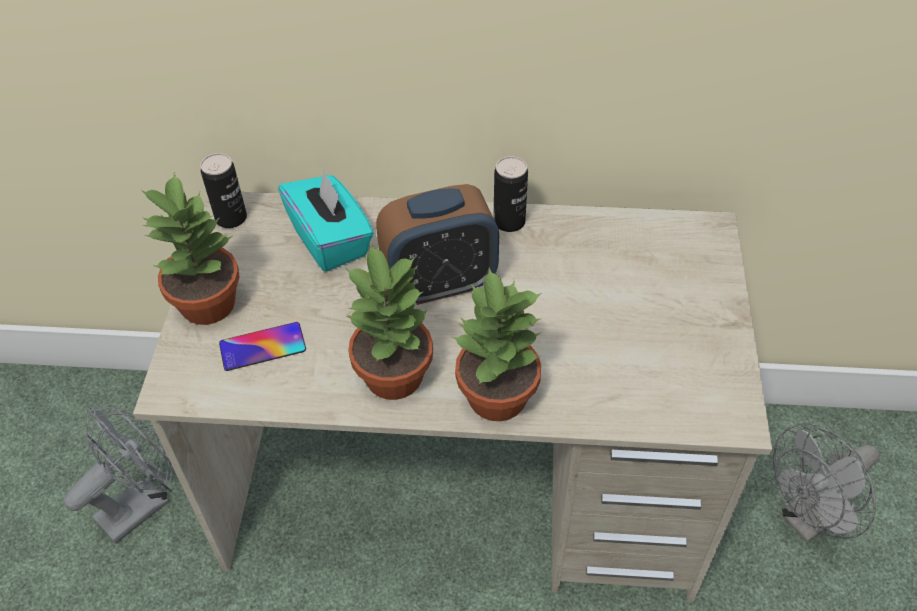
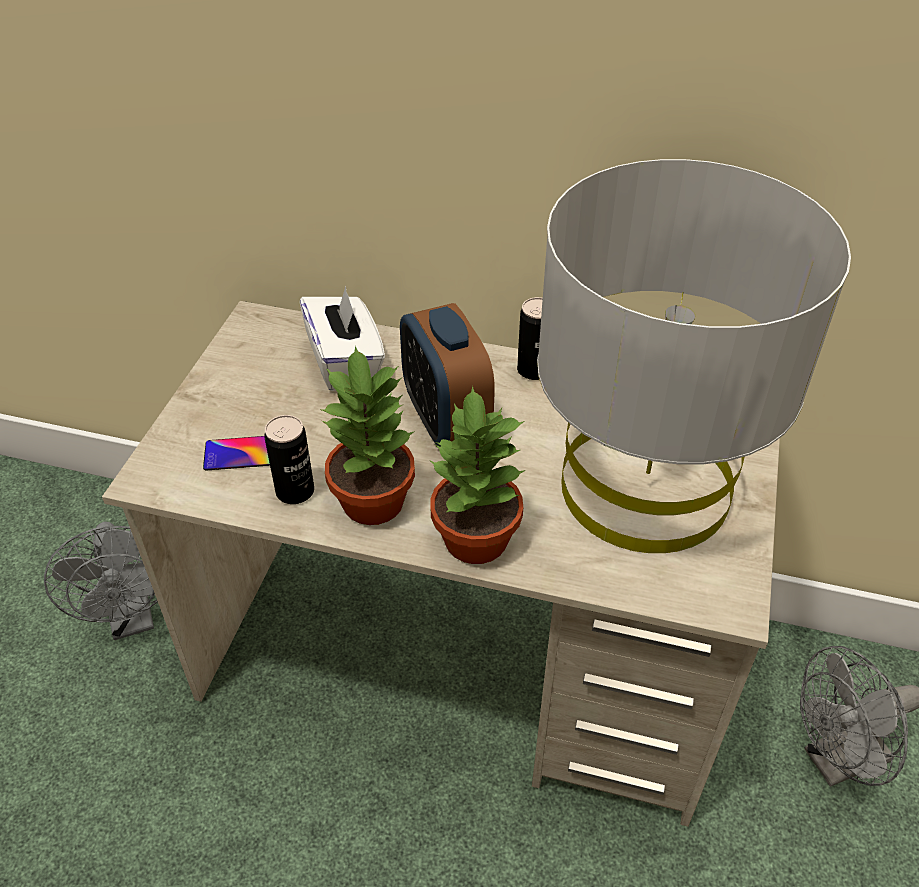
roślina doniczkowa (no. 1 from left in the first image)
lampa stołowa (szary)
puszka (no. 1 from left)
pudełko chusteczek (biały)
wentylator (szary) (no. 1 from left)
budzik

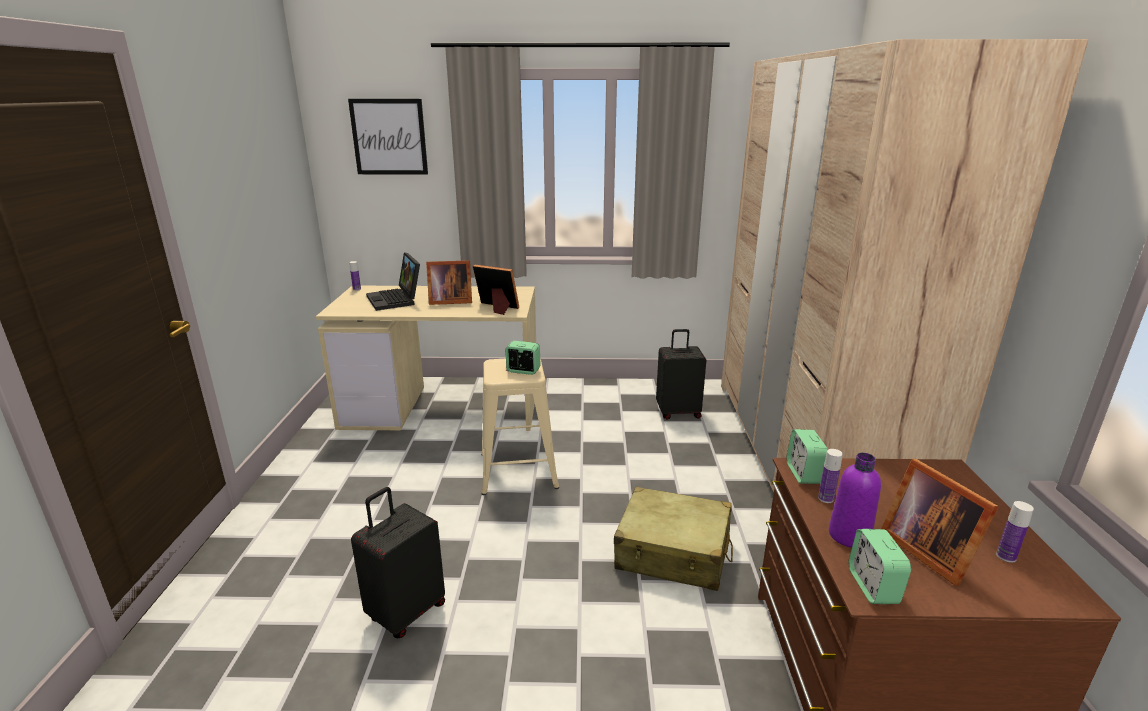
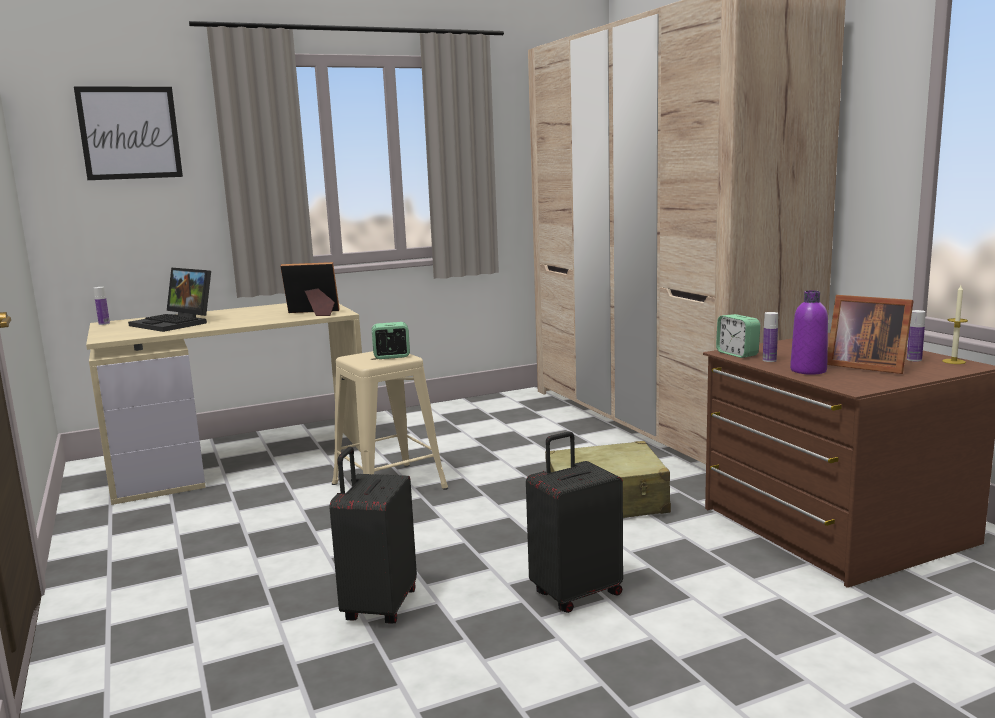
ramka na zdjęcie (no. 1 from left in the first image)
budzik (no. 3 from left in the first image)
świeca
walizka (czarny) (no. 2 from left)

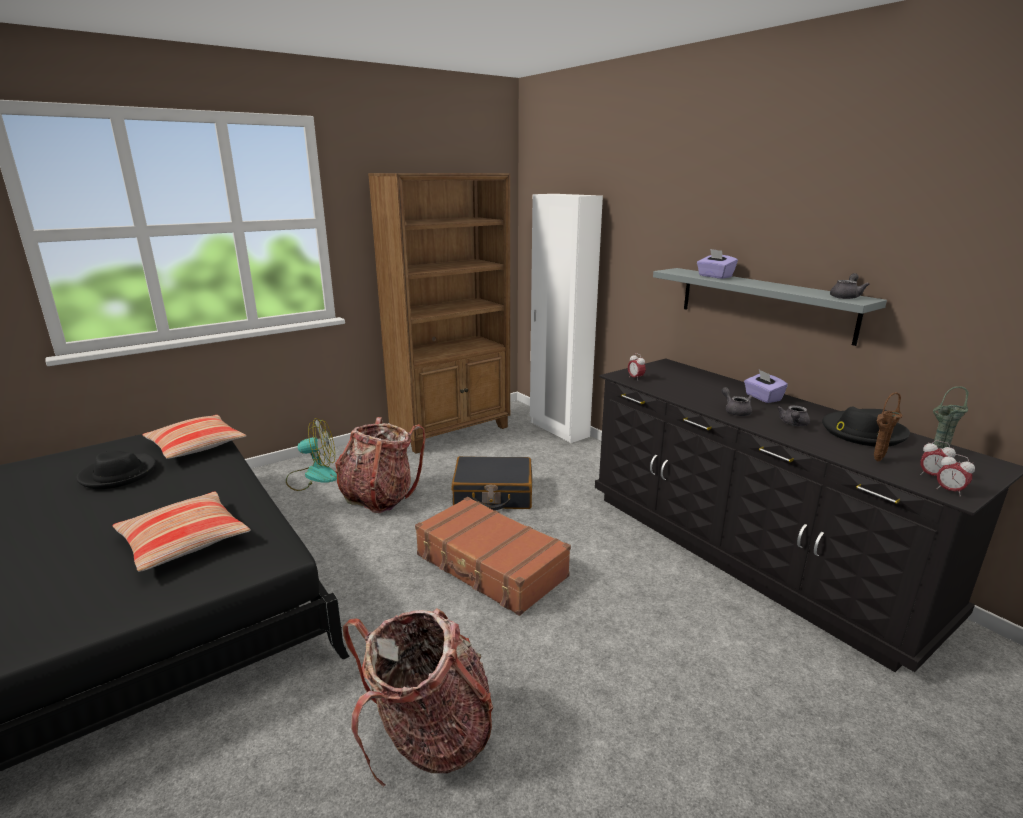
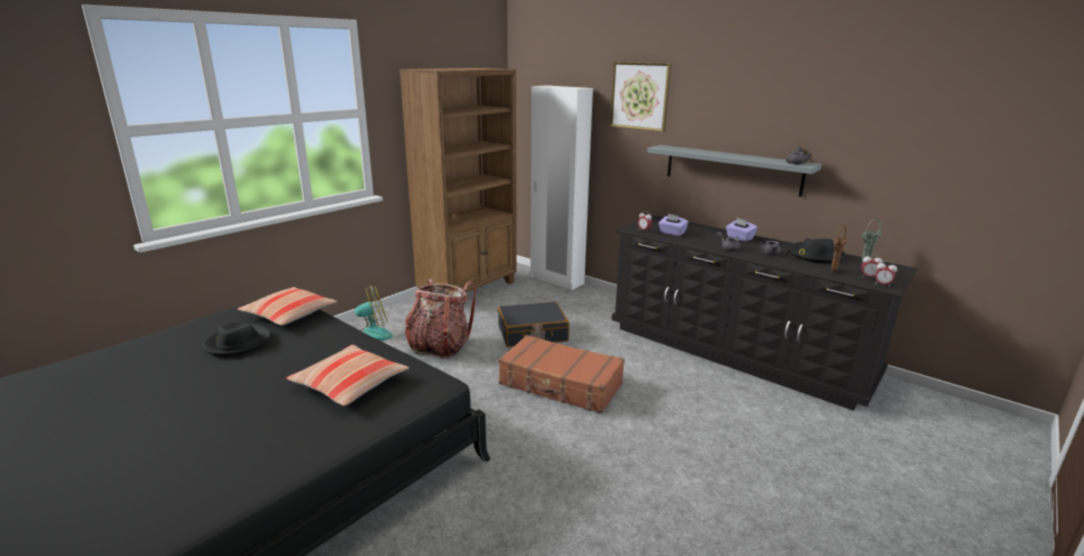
plecak (no. 2 from left in the first image)
obraz
pudełko chusteczek (fioletowy) (no. 1 from left)

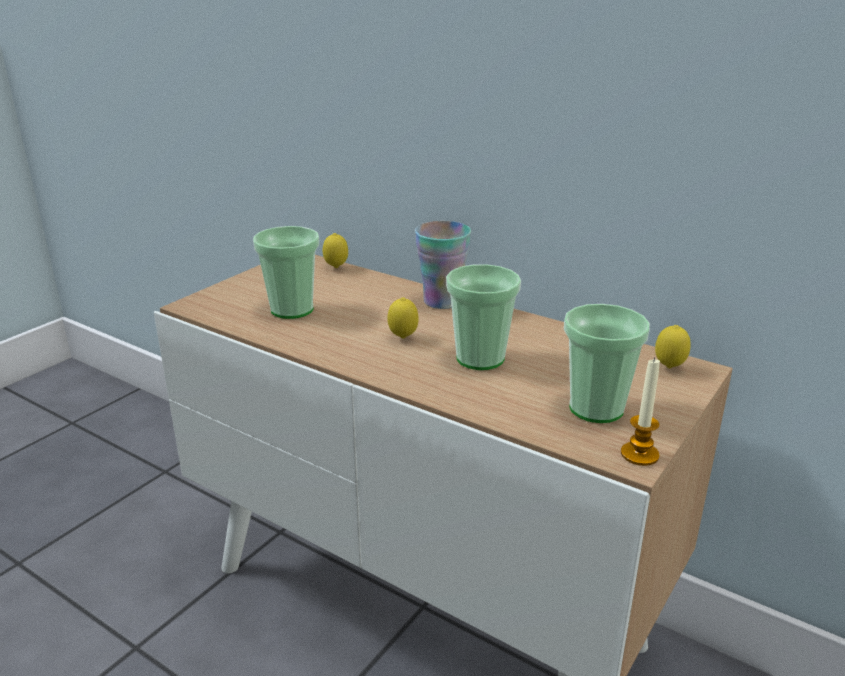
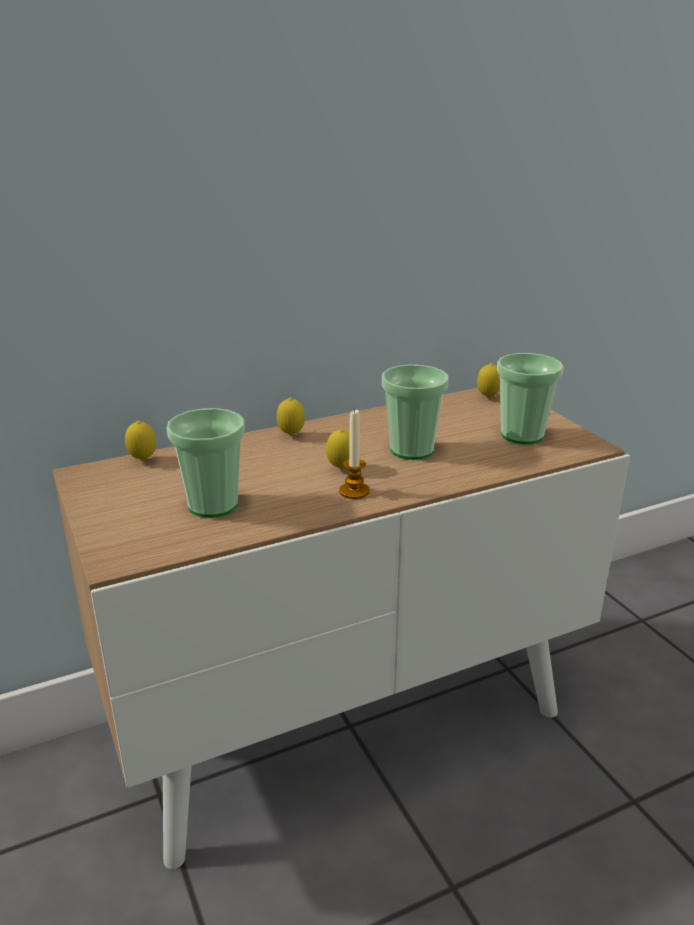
świeca
cytryna (no. 2 from left)

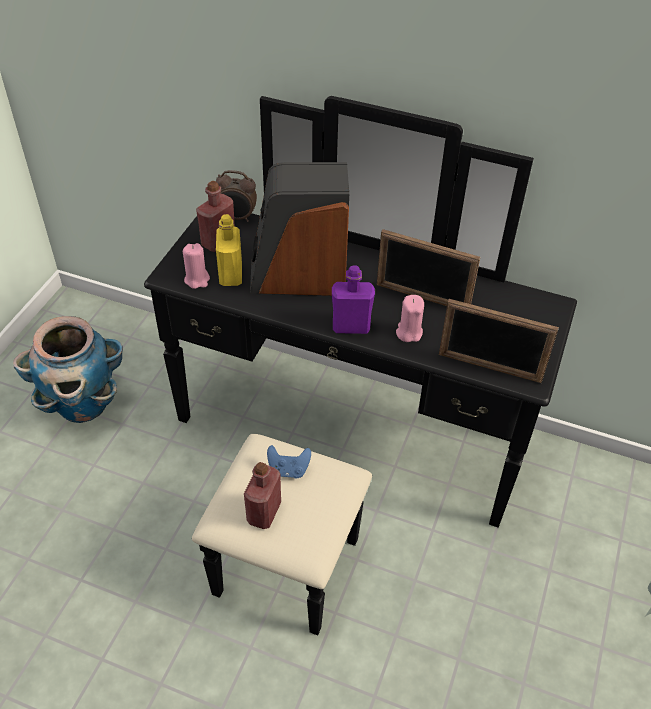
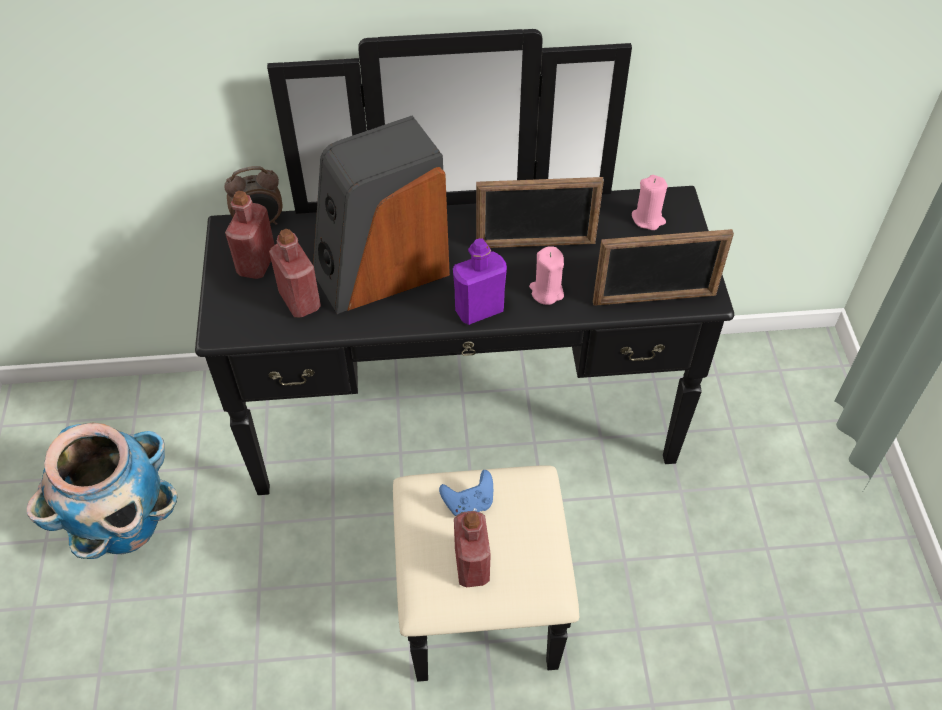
świeca (różowy) (no. 2 from left)
butelka (czerwony) (no. 2 from left)

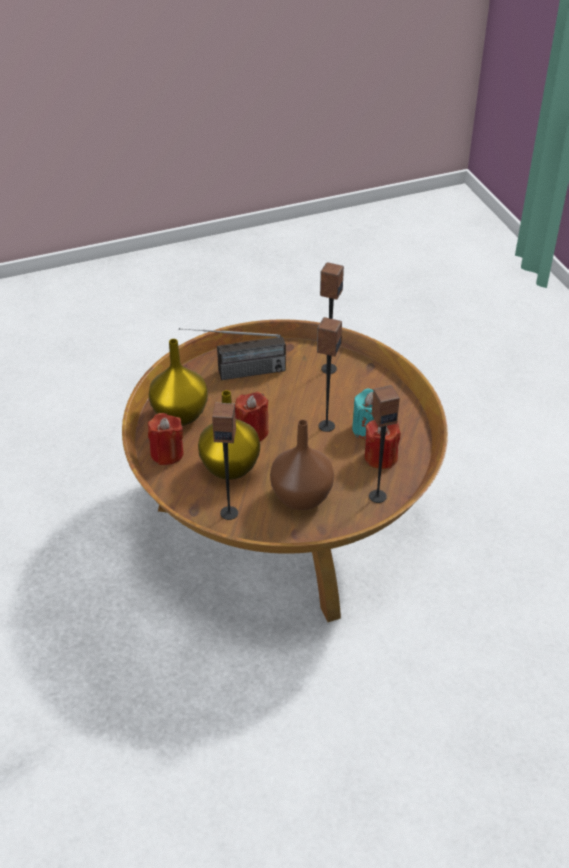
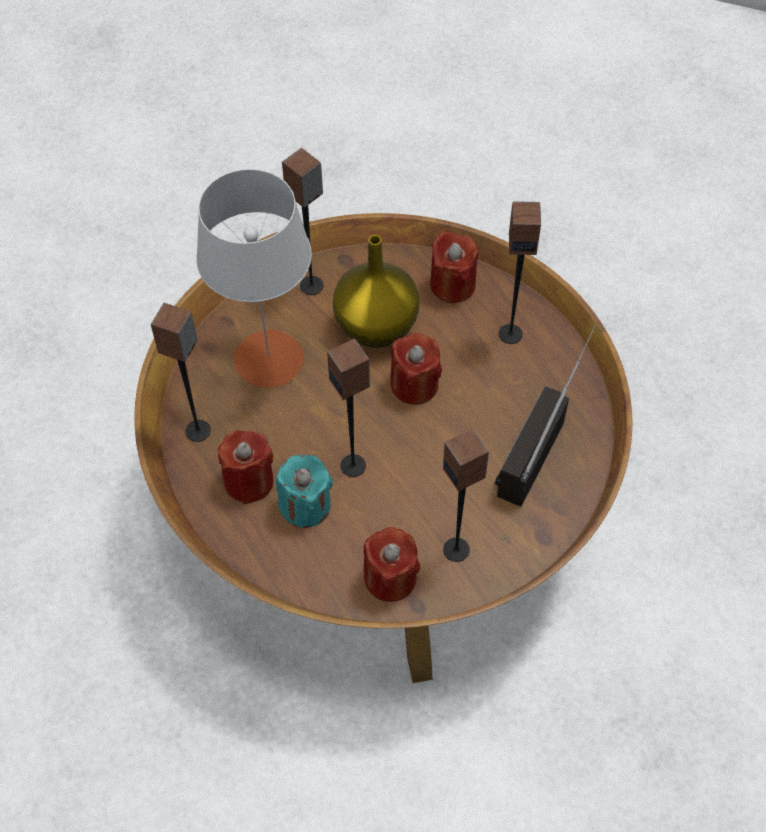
świeca (czerwony) (no. 2 from left)
głośnik (no. 5 from left)
lampa stołowa (szary)

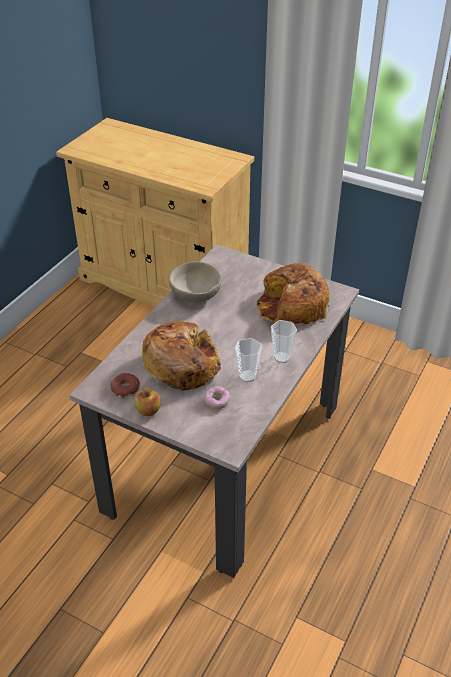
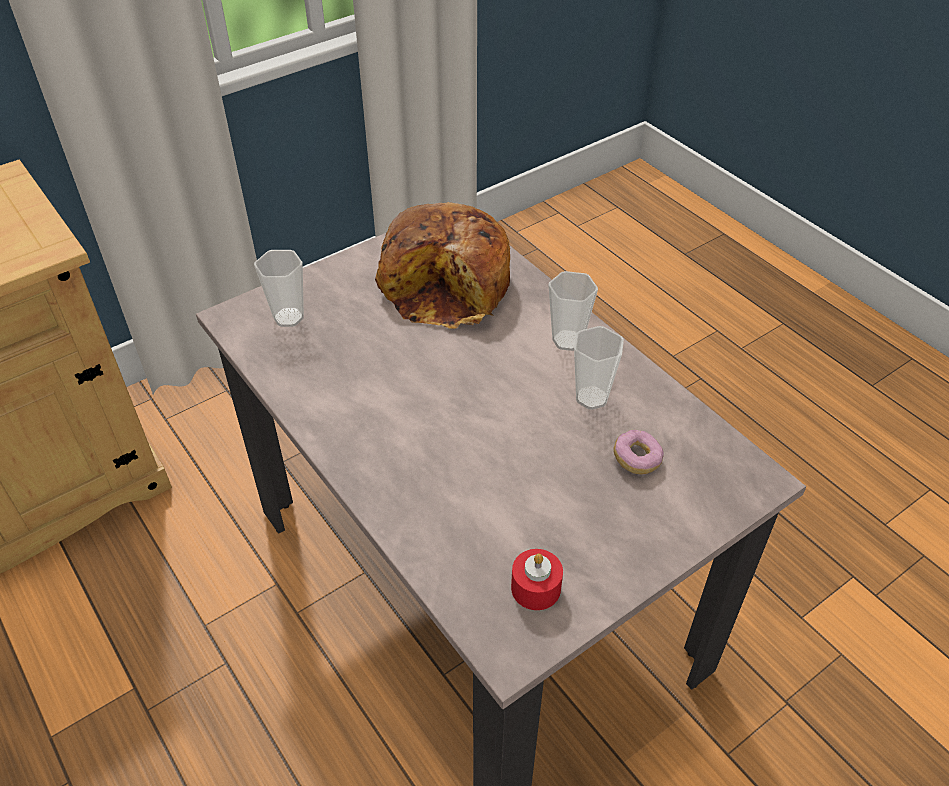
jabłko
chleb (no. 1 from left in the first image)
miska (beżowy)
filiżanka (no. 1 from left)
świeca (czerwony)

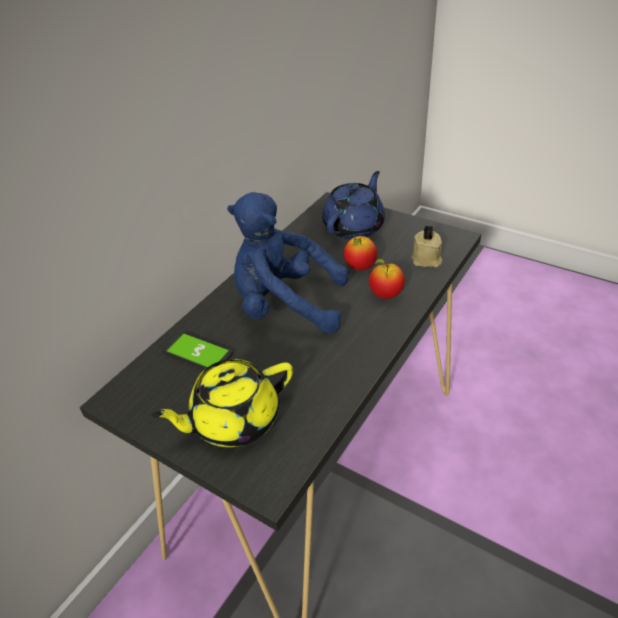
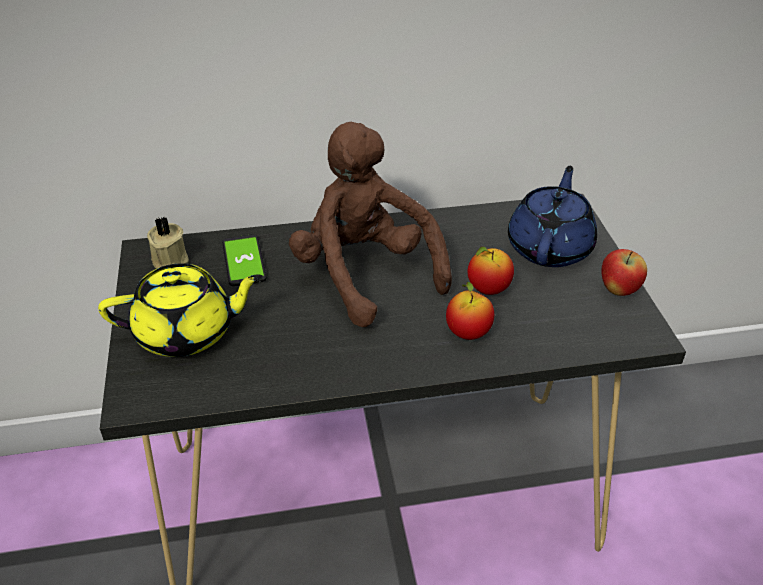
jabłko (no. 3 from left)
świeca (beżowy)
pluszak (brązowy)
imbryk (żółty)
imbryk (niebieski)

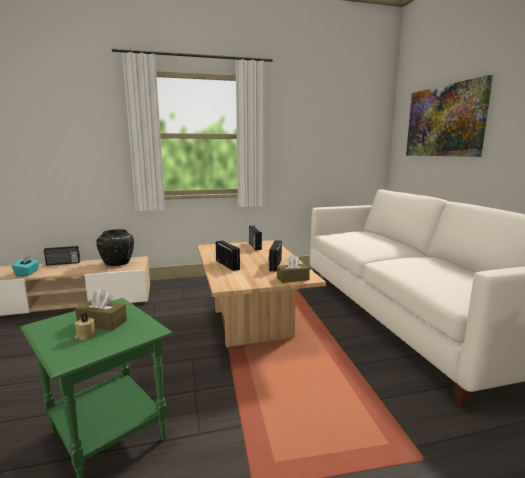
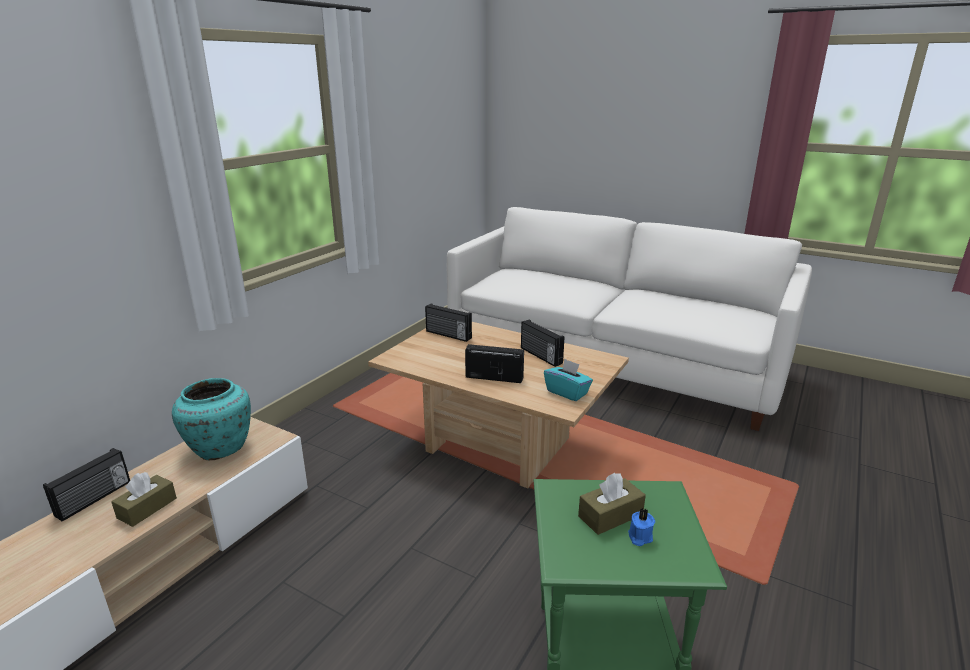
obraz
pudełko chusteczek (turkusowy)
pudełko chusteczek (brązowy) (no. 1 from left)
świeca (niebieski)
wazon (turkusowy)

